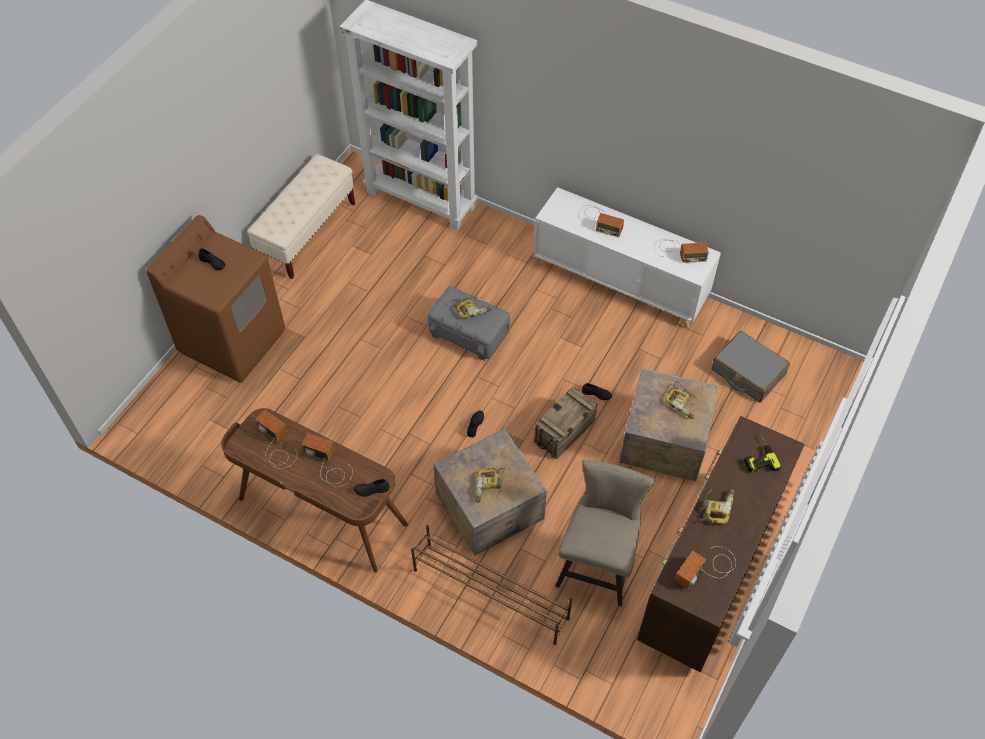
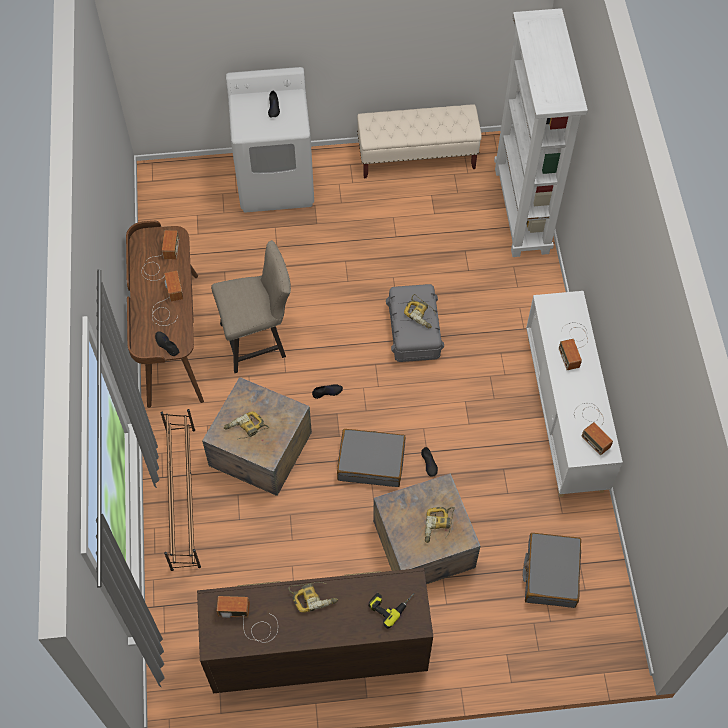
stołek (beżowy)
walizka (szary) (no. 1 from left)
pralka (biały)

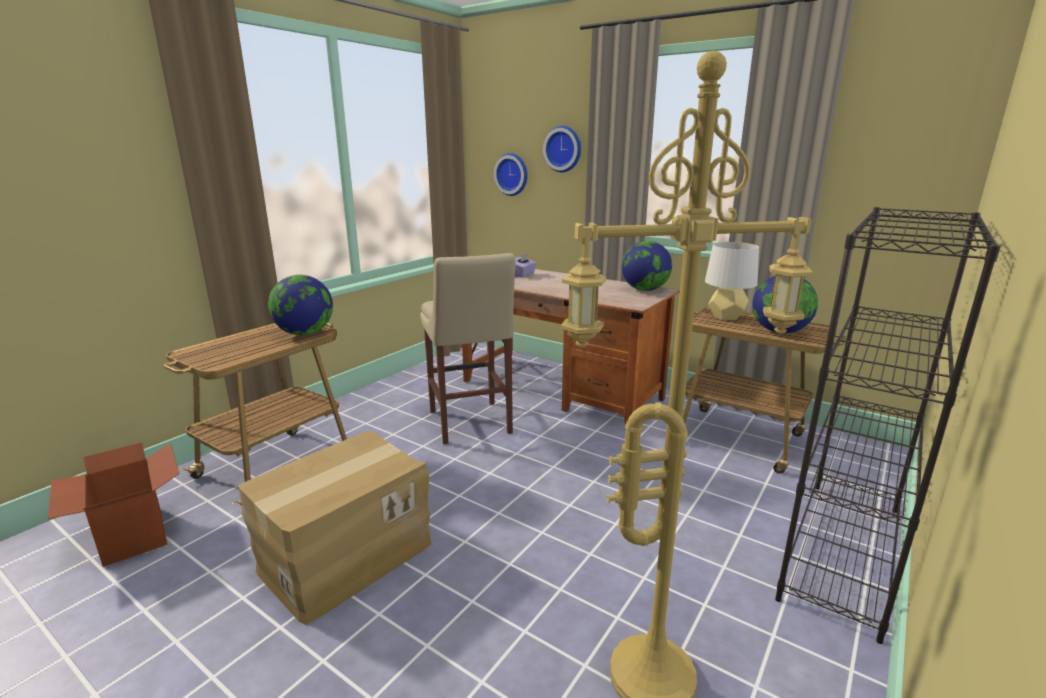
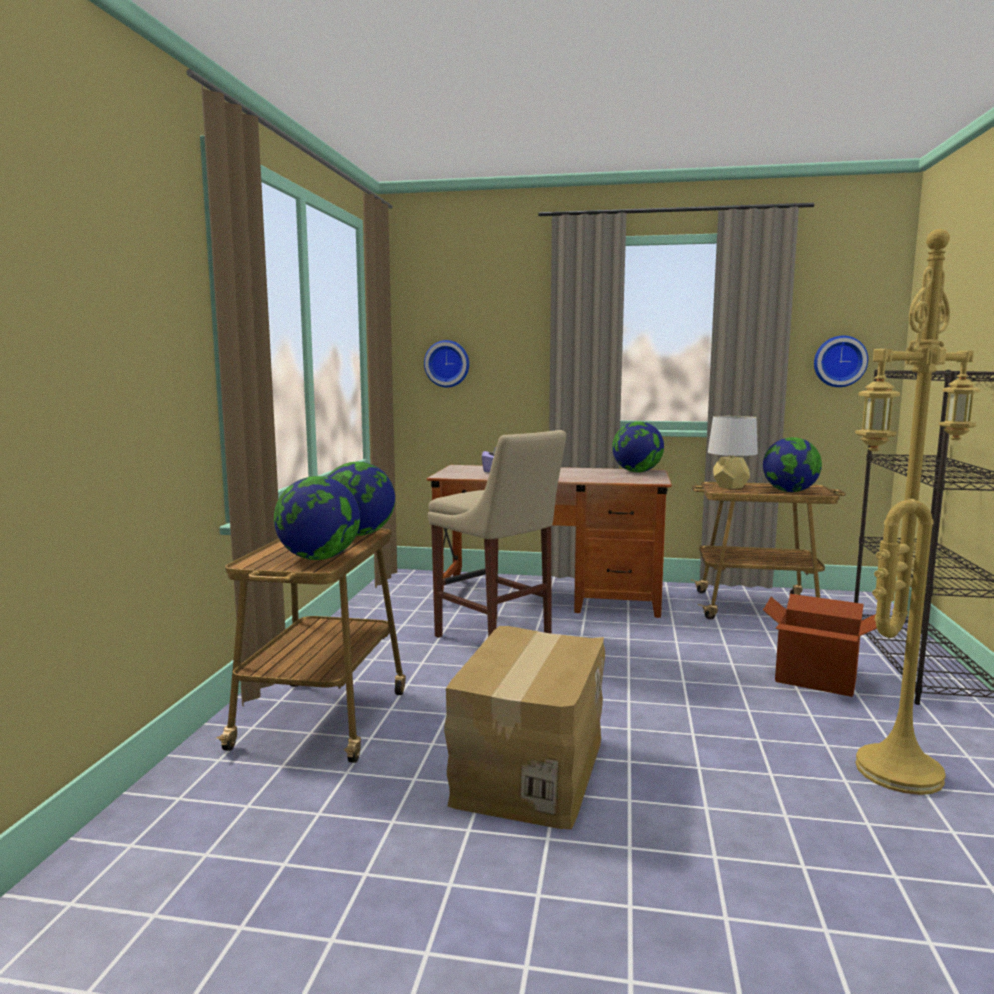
globus (no. 1 from left)
karton (no. 2 from left)
zegar ścienny (no. 2 from left)

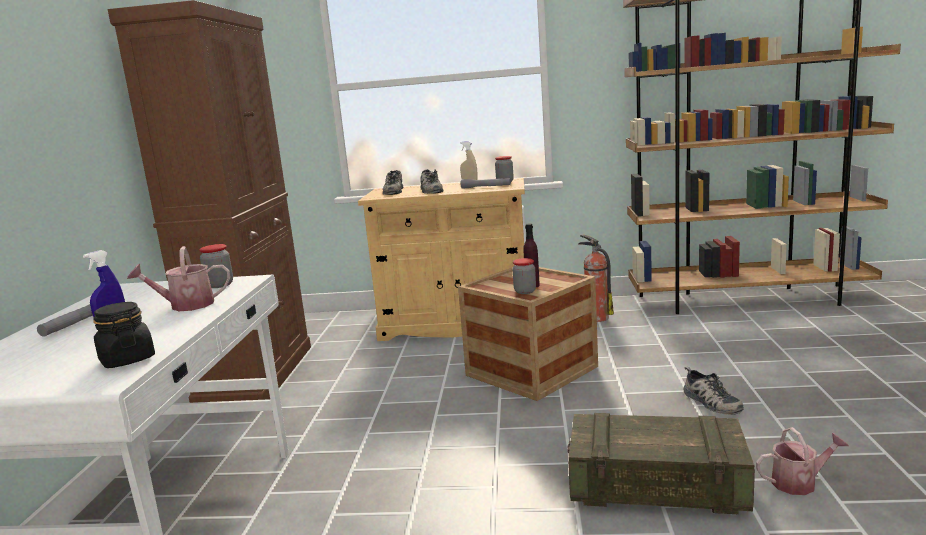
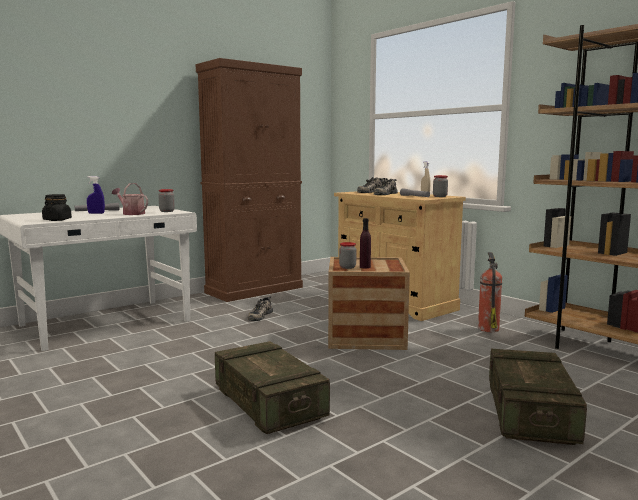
konewka (no. 2 from left in the first image)
skrzynka (no. 3 from left)
but (no. 1 from left)

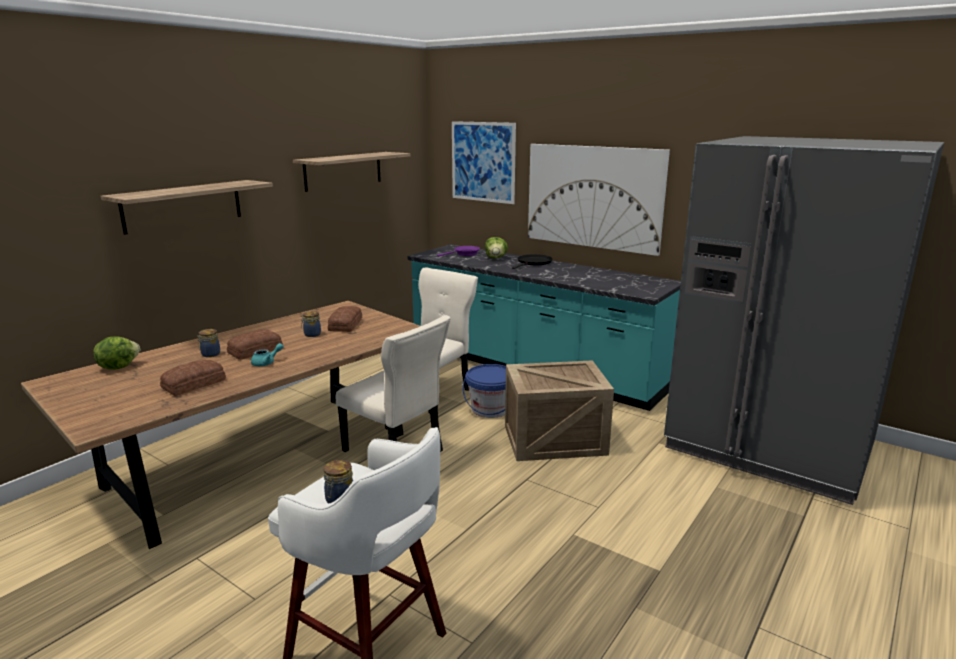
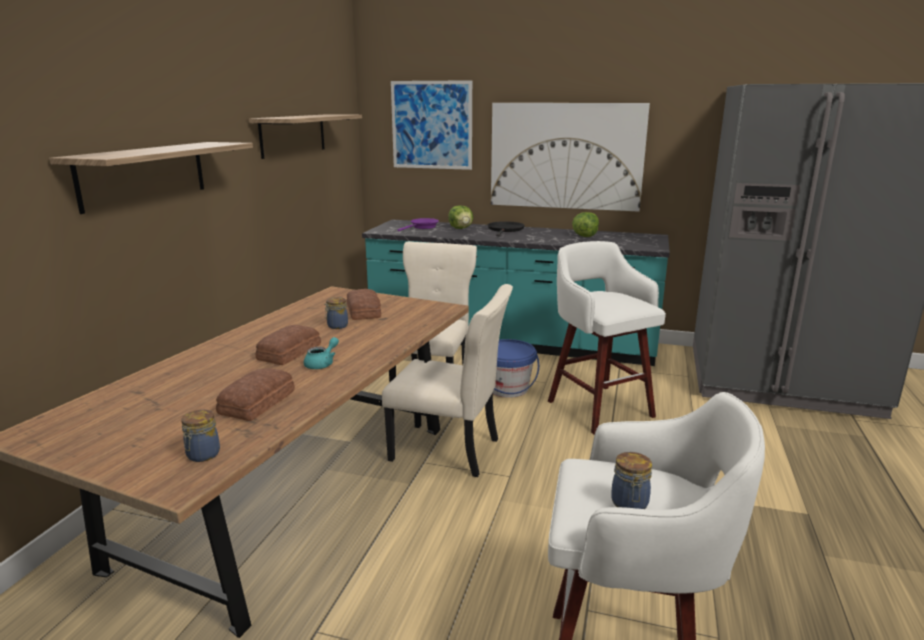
sałata (no. 2 from left)
słoik (no. 1 from left)
stołek (biały) (no. 1 from left)

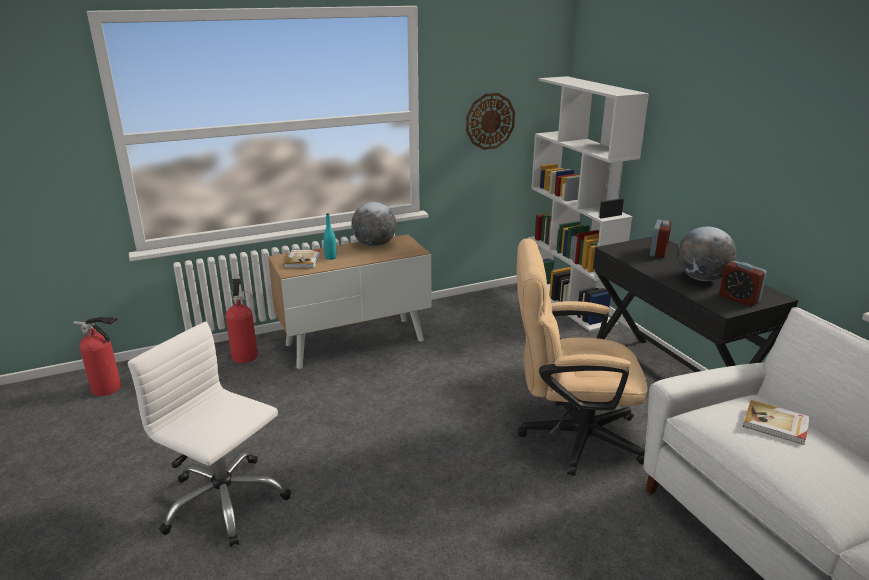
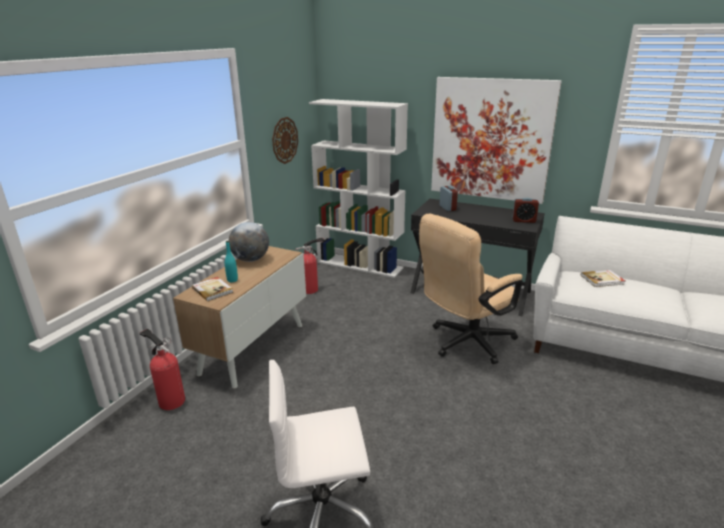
globus (no. 2 from left in the first image)
obraz
gaśnica (no. 2 from left)

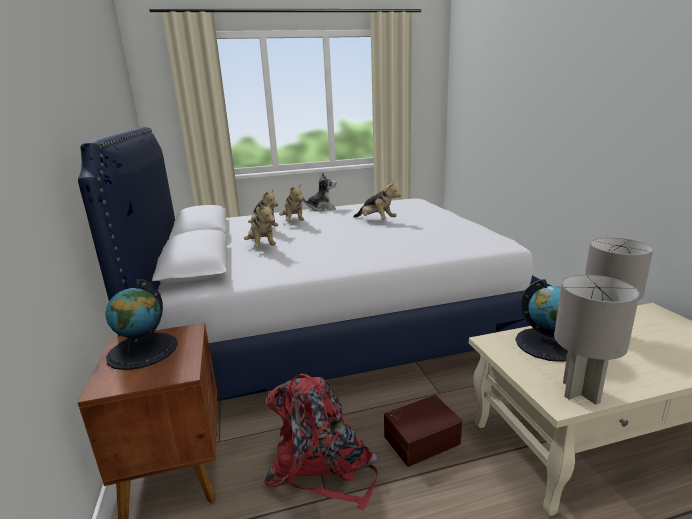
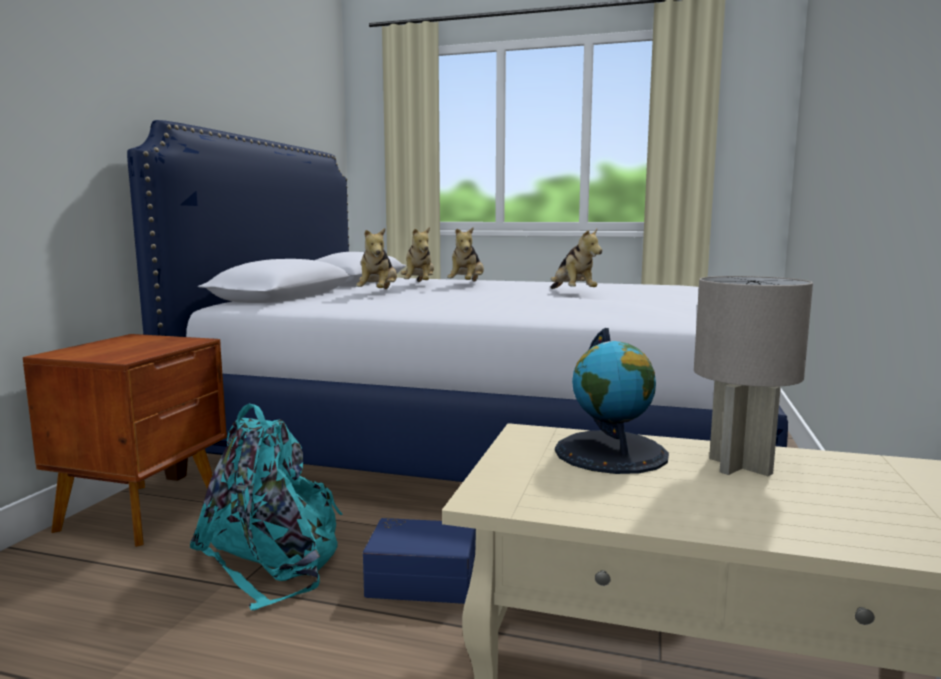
globus (no. 1 from left in the first image)
pluszak (no. 4 from left in the first image)
lampa stołowa (szary) (no. 1 from left in the first image)
plecak (turkusowy)
pojemnik do przechowywania (niebieski)

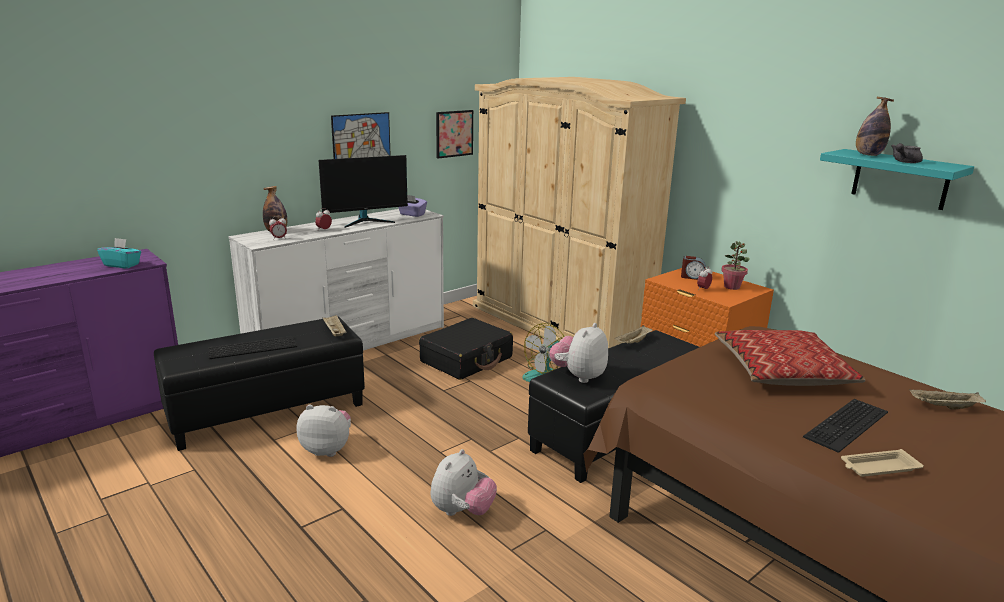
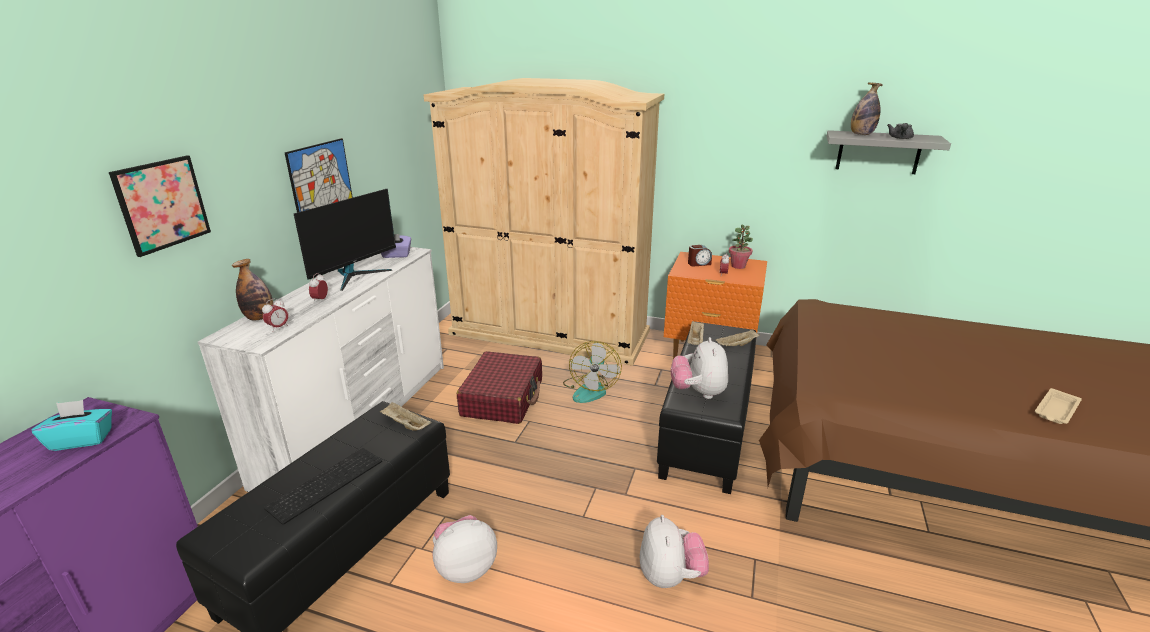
poduszka
klawiatura (no. 2 from left in the first image)
obraz (no. 1 from left)
taca (beżowy) (no. 3 from left)
walizka (czerwony)
półka (szary)

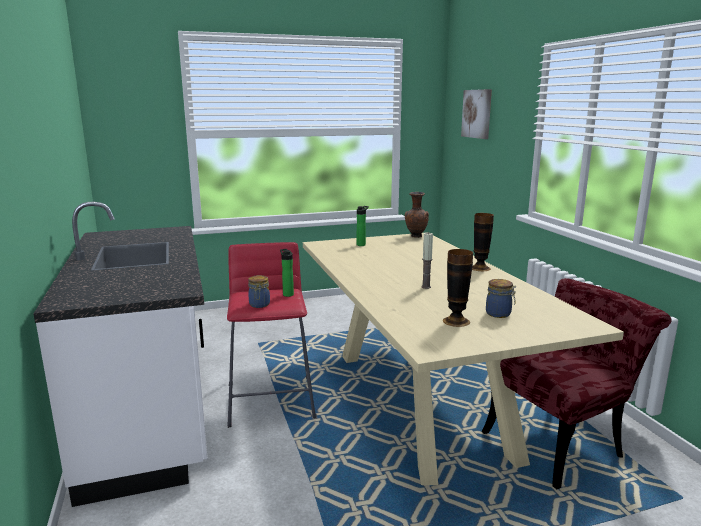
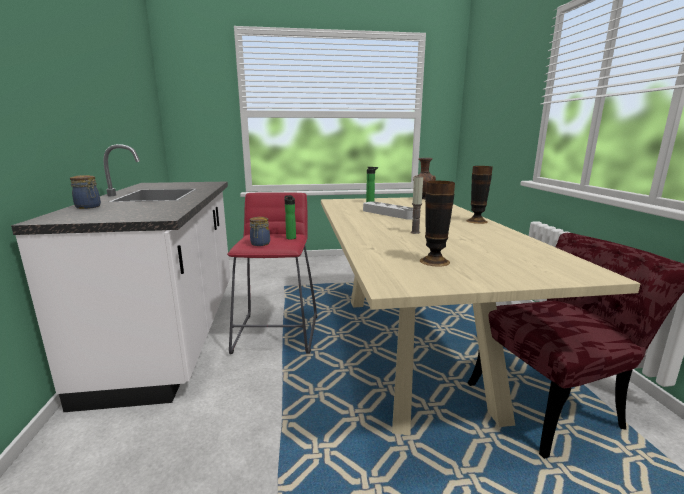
obraz
taca (szary)
słoik (no. 1 from left)

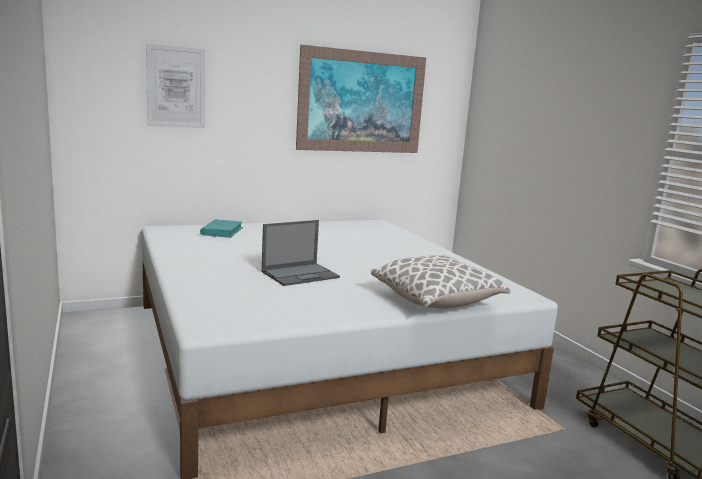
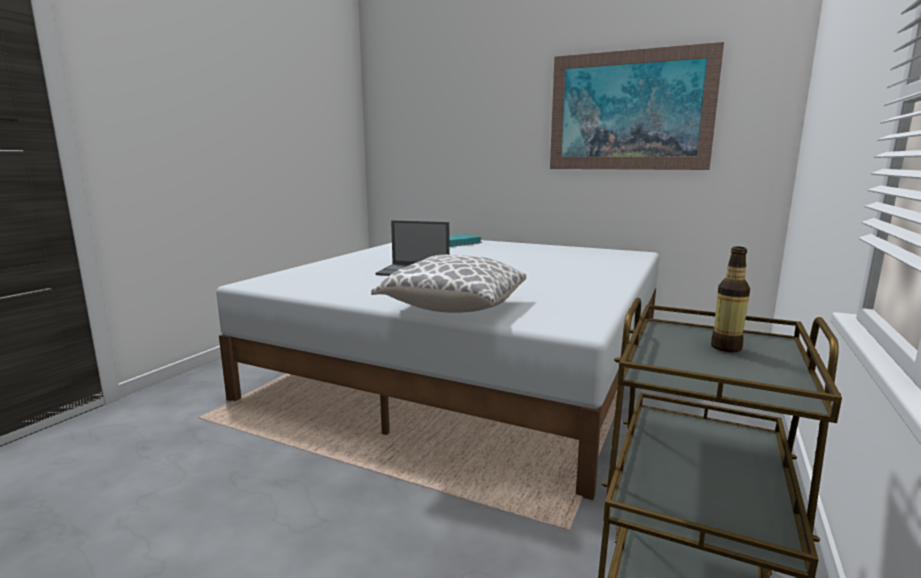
obraz (no. 1 from left in the first image)
butelka

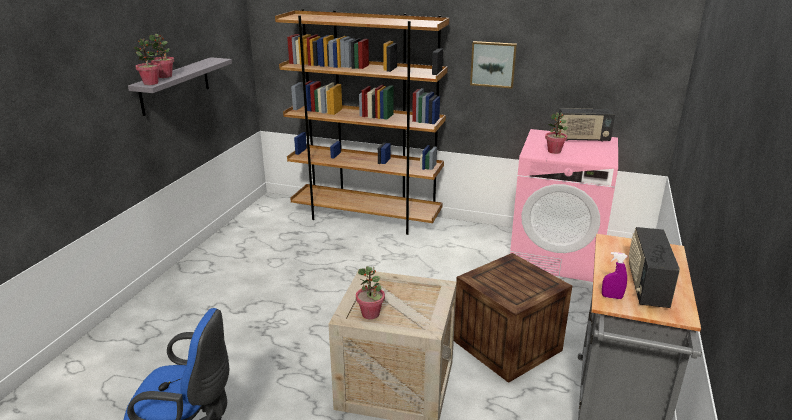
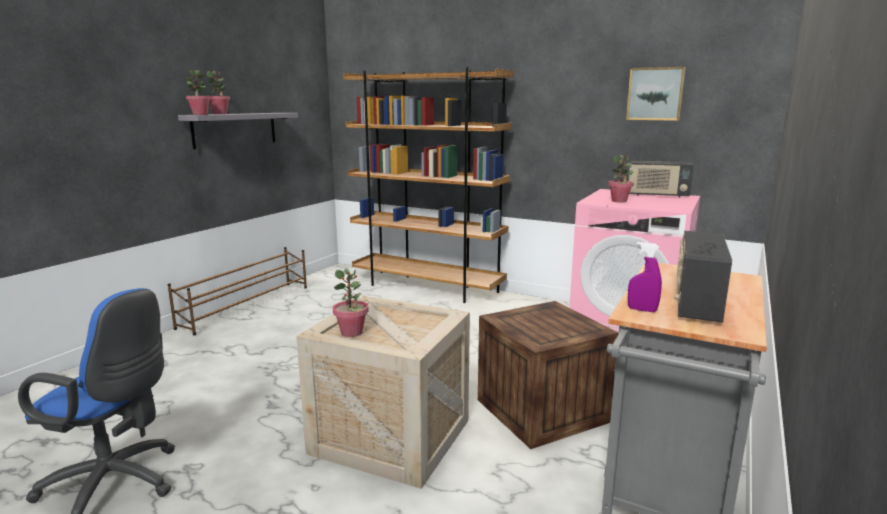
regał na buty (brązowy)
obraz

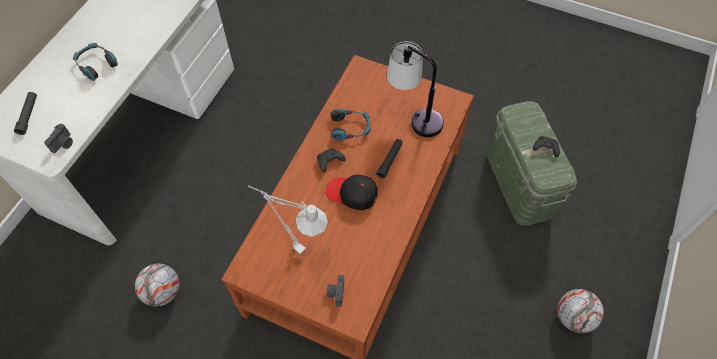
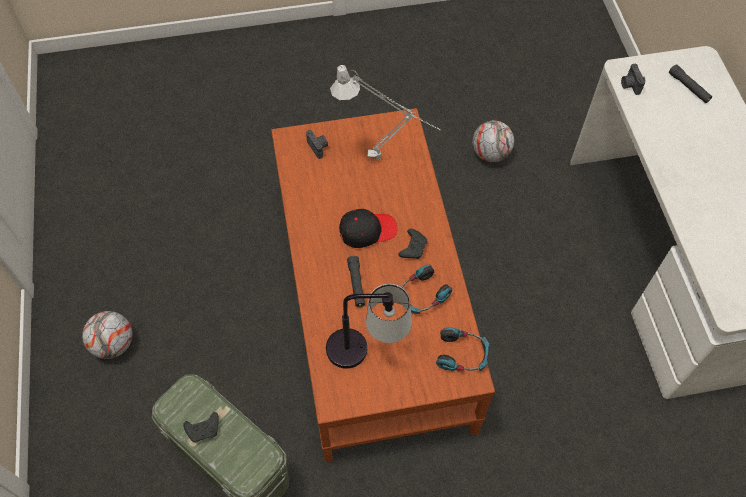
słuchawki (no. 2 from left)

